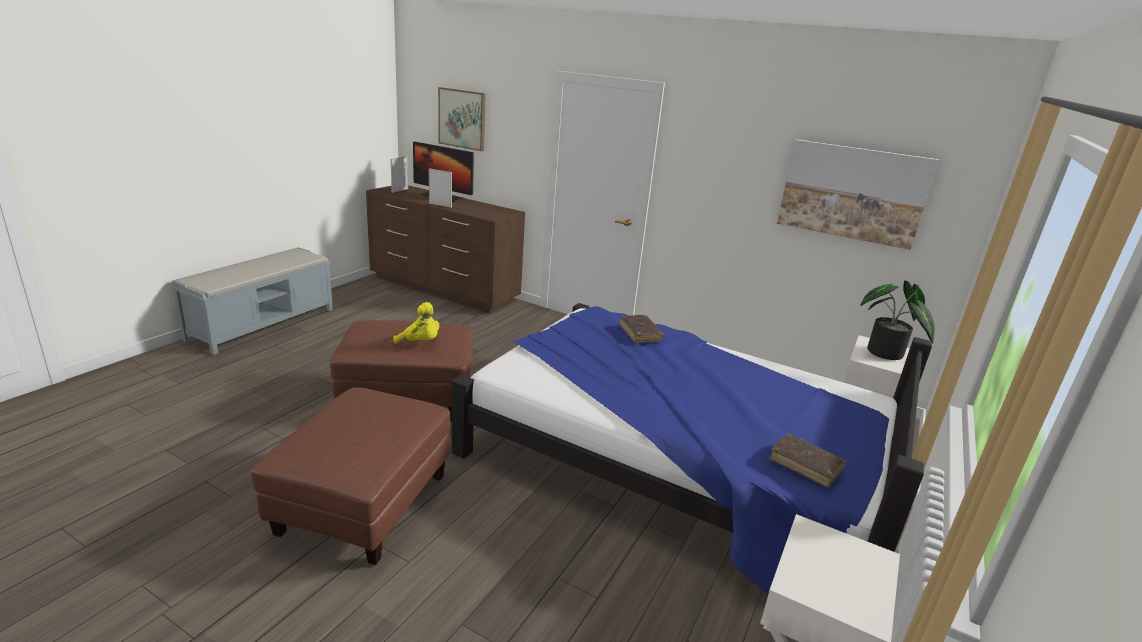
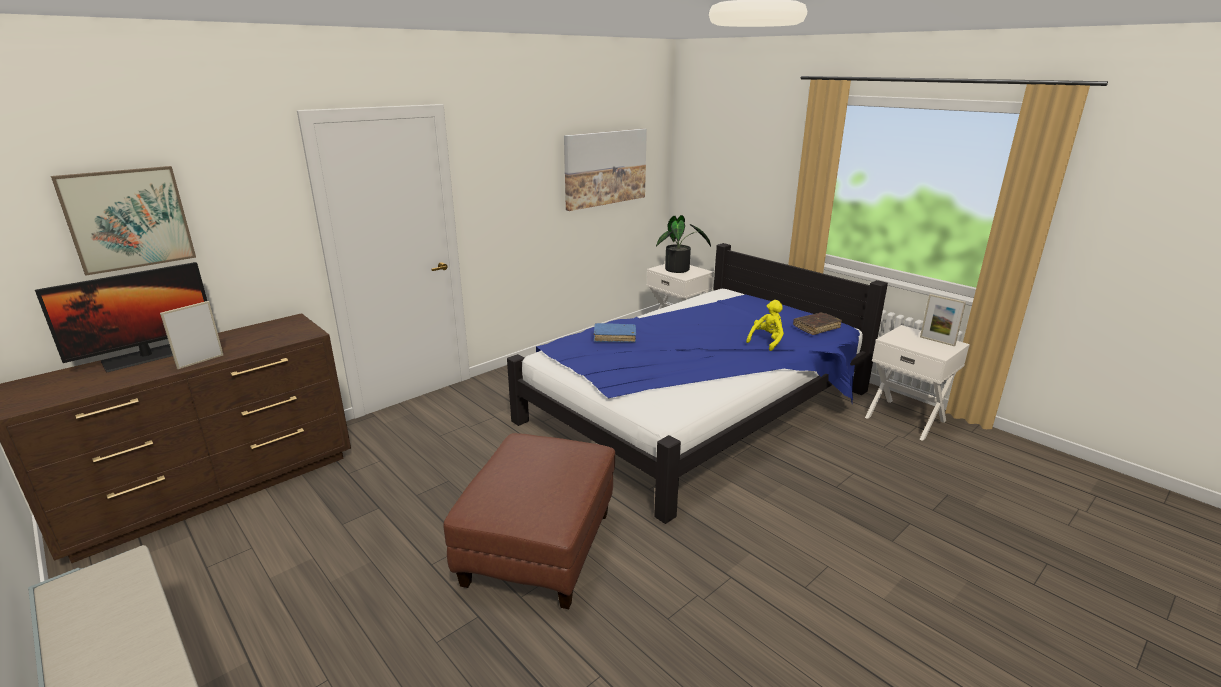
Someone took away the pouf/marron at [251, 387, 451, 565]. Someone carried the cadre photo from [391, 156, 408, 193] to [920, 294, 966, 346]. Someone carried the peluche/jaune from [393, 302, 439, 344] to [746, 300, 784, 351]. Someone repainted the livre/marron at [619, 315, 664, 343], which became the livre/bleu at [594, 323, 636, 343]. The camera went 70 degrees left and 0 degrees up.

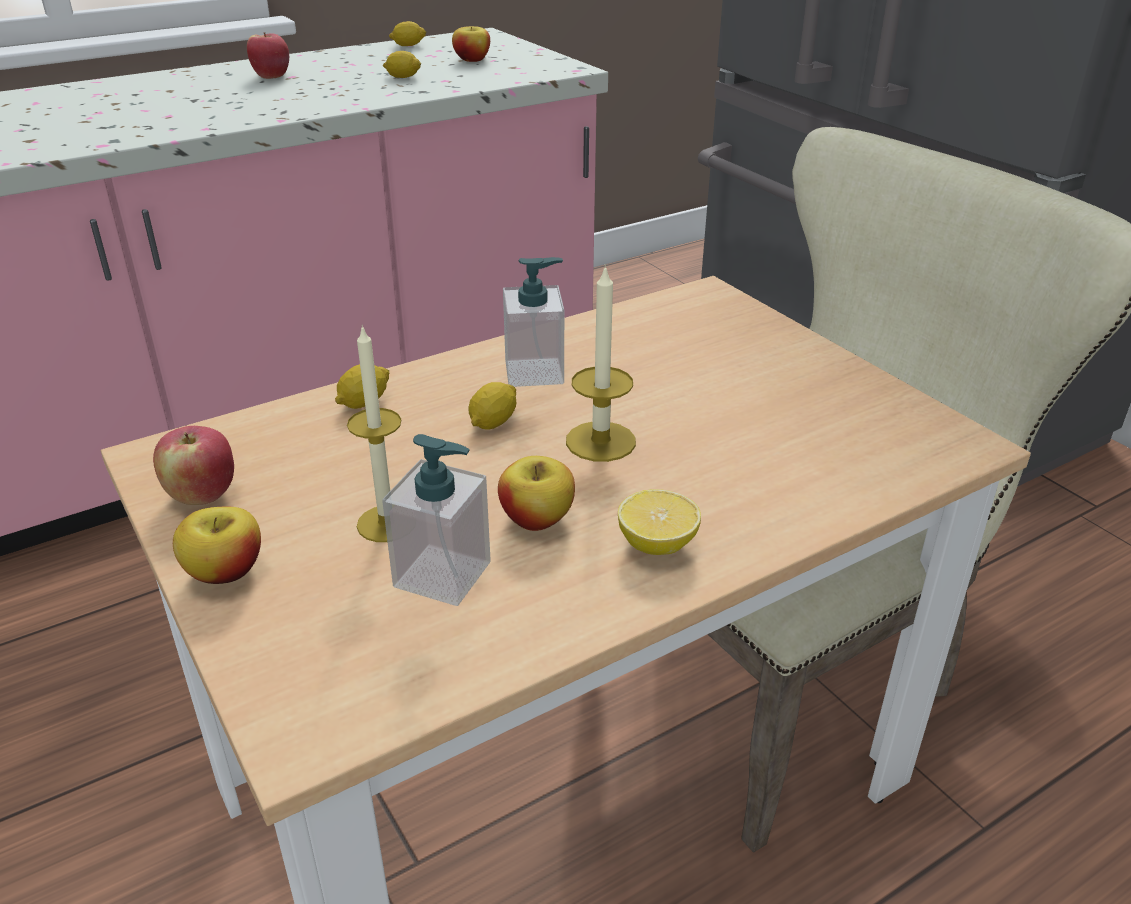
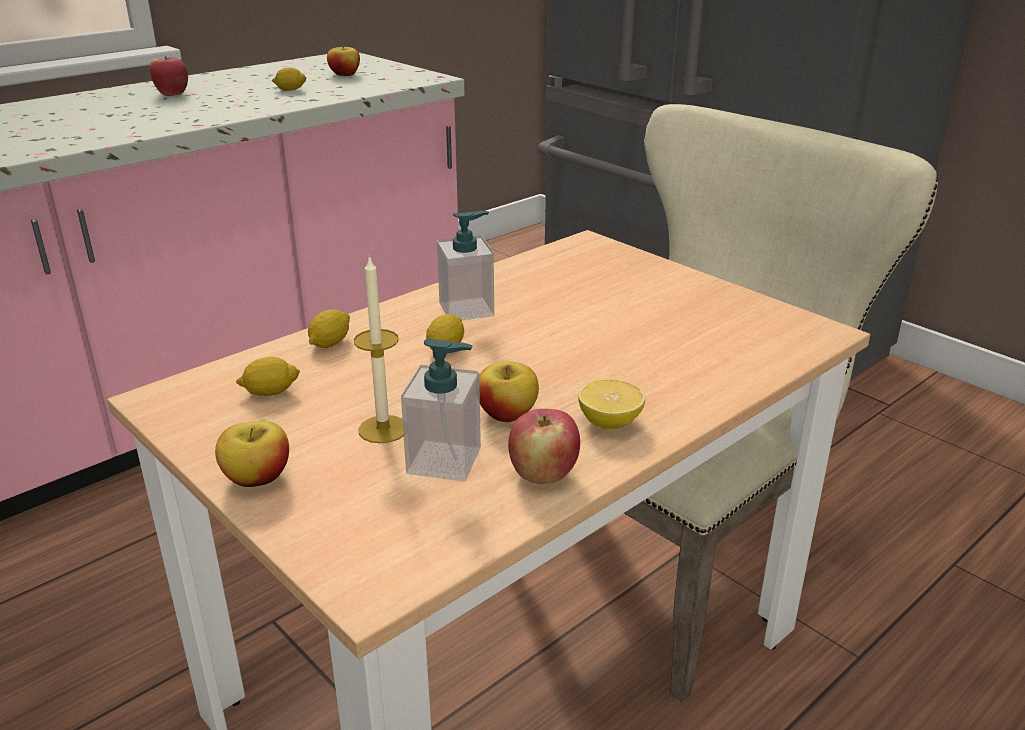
Someone carried the pomme from [153, 426, 234, 505] to [508, 409, 580, 484]. Someone carried the citron from [389, 21, 426, 46] to [236, 357, 300, 396]. Someone took away the bougie at [566, 264, 636, 462]. The camera went 10 degrees left and 5 degrees down.

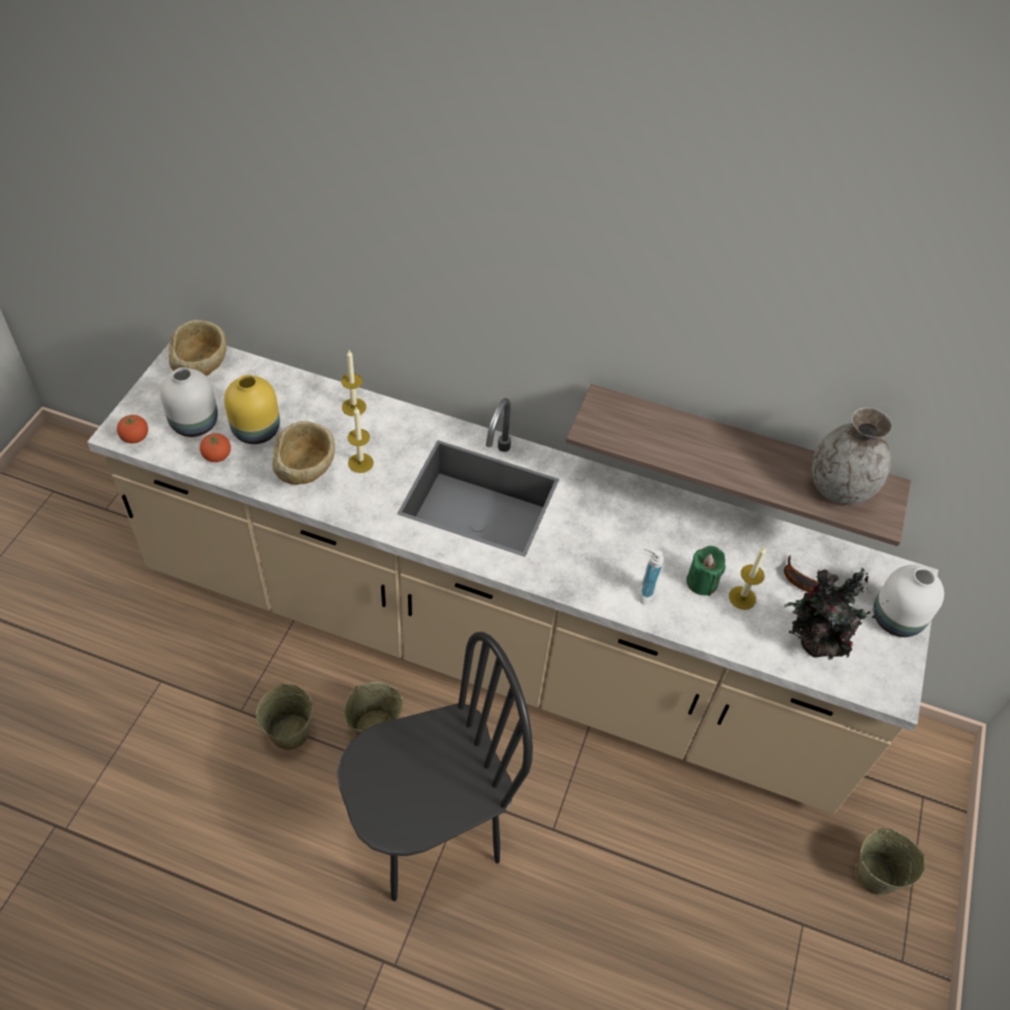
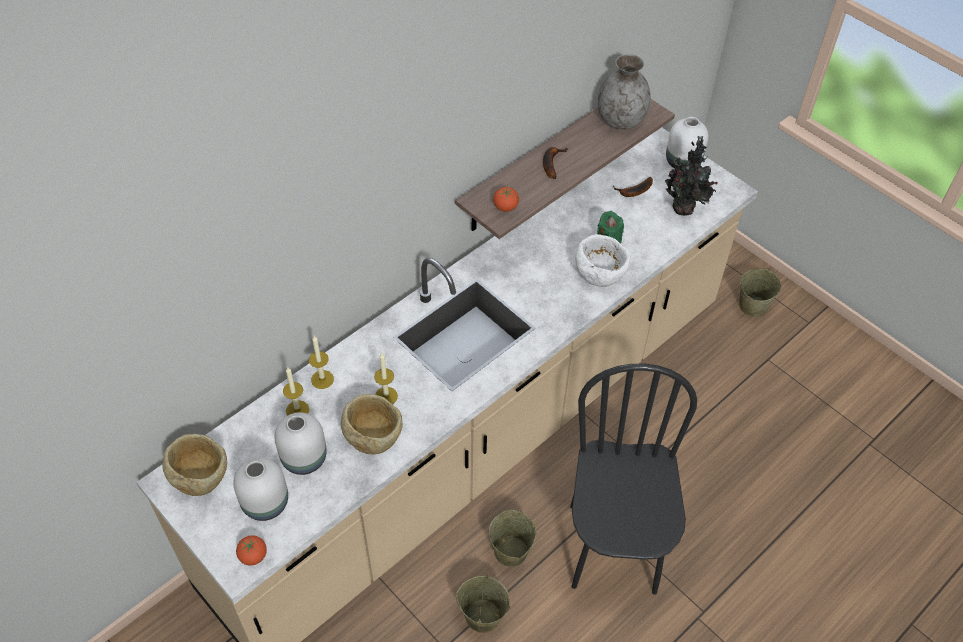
Someone carried the tomate from [200, 433, 231, 462] to [493, 186, 519, 212]. Someone repainted the vase/jaune at [224, 375, 280, 444], which became the vase/blanc at [275, 412, 327, 475]. Someone swapped the distributeur de savon at [639, 548, 664, 605] for the bol/blanc at [575, 234, 631, 287]. Someone carried the bougie from [729, 547, 766, 610] to [283, 367, 309, 416]. Someone put down the banane at [543, 147, 568, 179]. The camera went 60 degrees left and 0 degrees up.

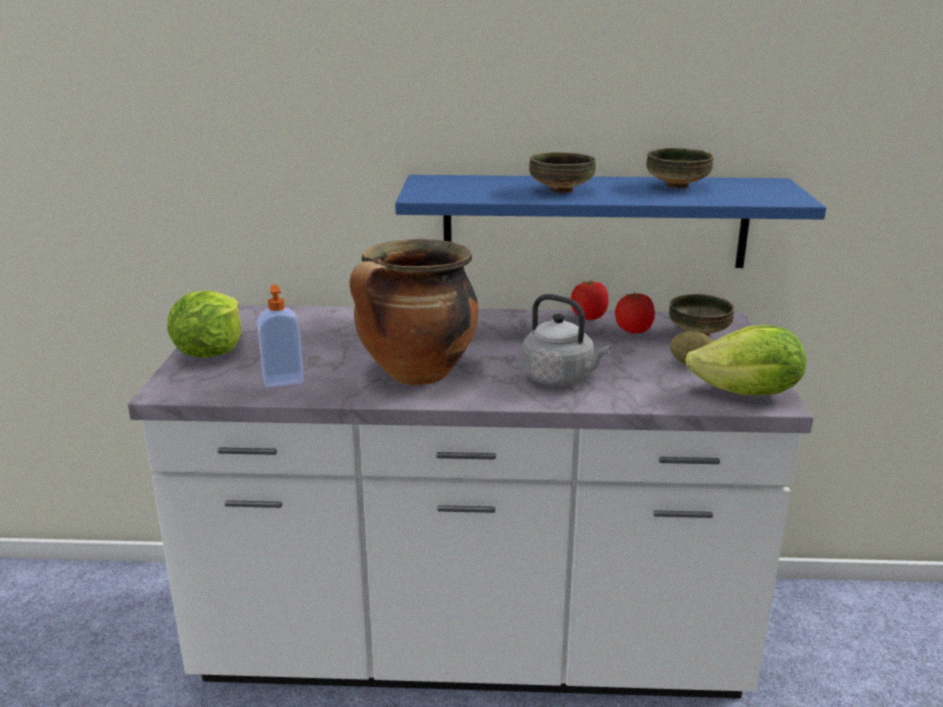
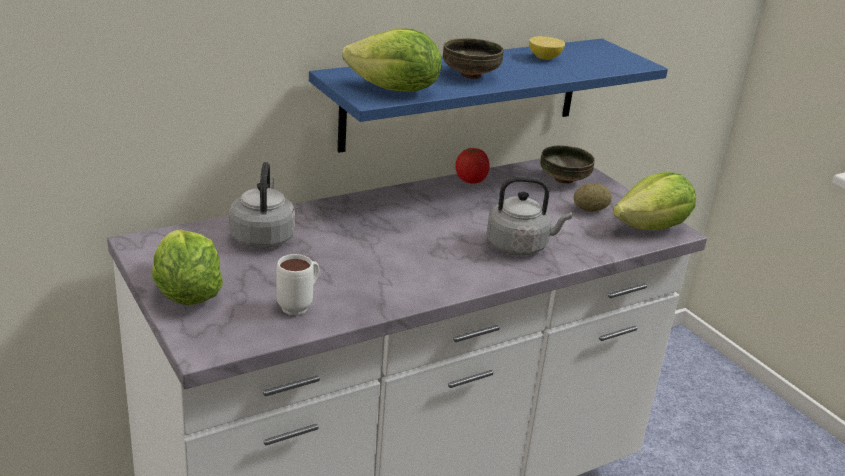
Someone swapped the distributeur de savon at [257, 285, 304, 388] for the mug/blanc at [276, 254, 319, 315]. Someone took away the marmite at [350, 239, 479, 385]. Someone took away the tomate at [615, 292, 655, 333]. Someone swapped the bol at [646, 148, 714, 188] for the citron at [529, 36, 565, 60]. Someone put down the bouilloire/gris at [229, 162, 295, 248]. Someone put down the laitue at [342, 28, 442, 92]. The camera went 35 degrees left and 5 degrees up.

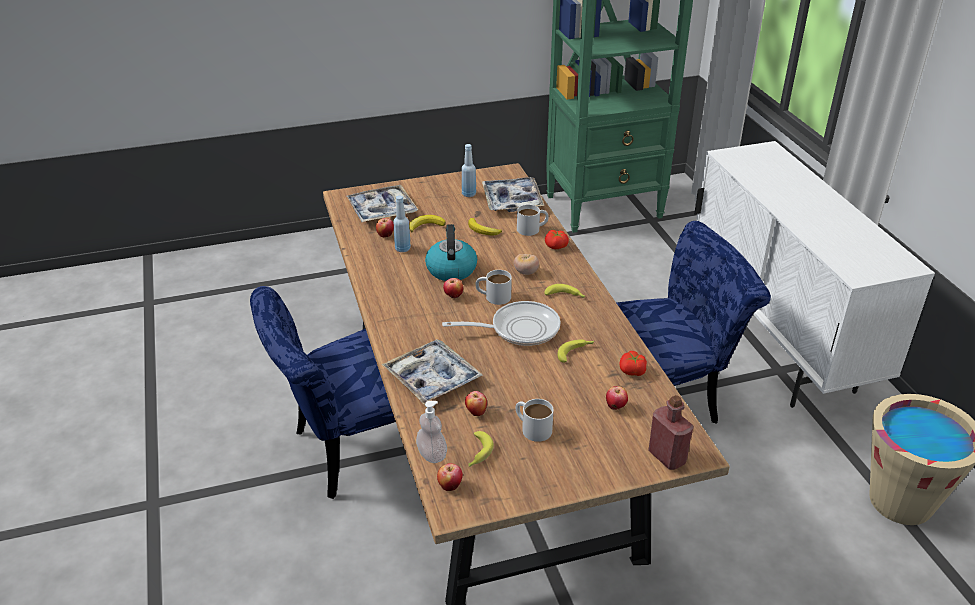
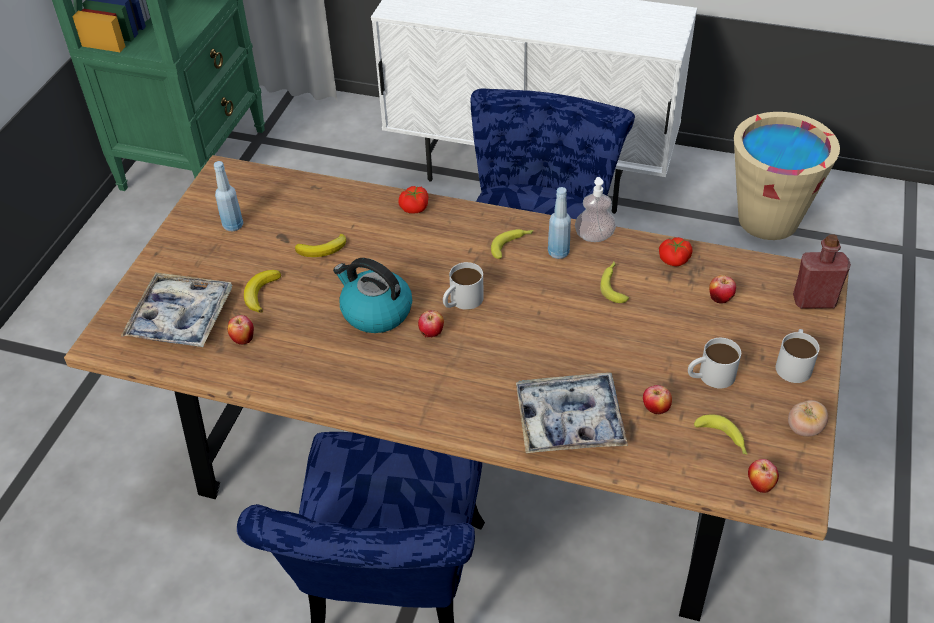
Someone carried the bouteille/bleu from [393, 196, 411, 252] to [548, 187, 571, 259]. Someone carried the distributeur de savon from [416, 401, 447, 463] to [575, 177, 616, 242]. Someone took away the poêle at [442, 301, 561, 346]. Someone took away the plateau at [482, 177, 544, 212]. Someone carried the tomate from [514, 254, 539, 275] to [788, 400, 828, 437]. Someone carried the mug/blanc from [517, 204, 549, 236] to [776, 329, 820, 383]. The camera went 55 degrees left and 10 degrees up.

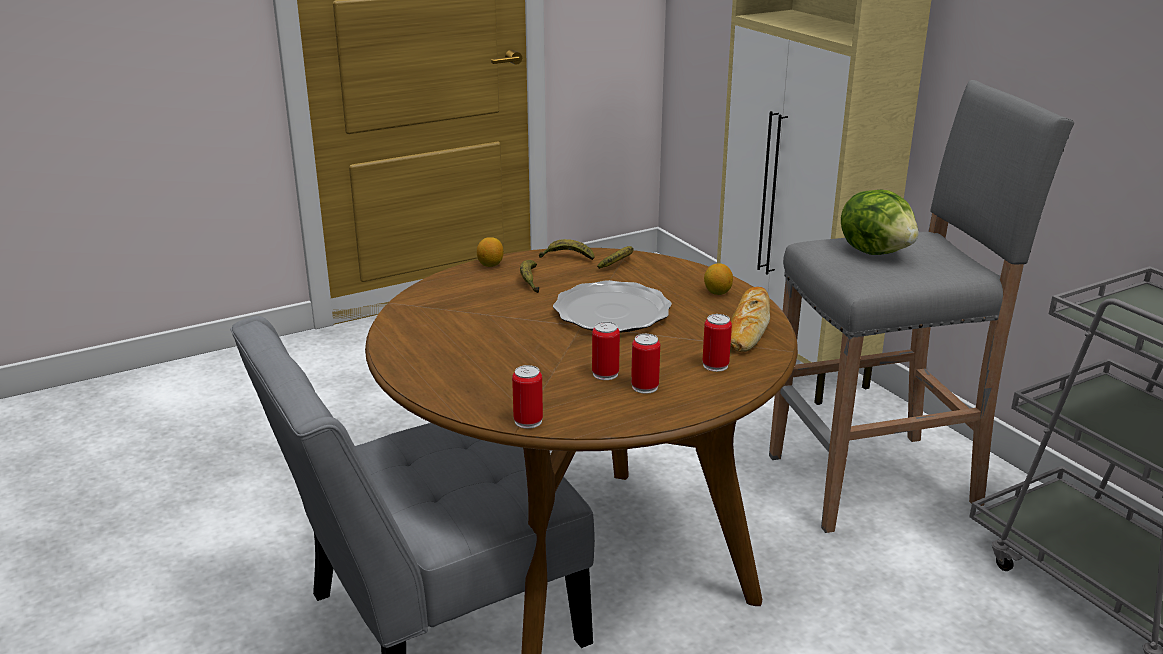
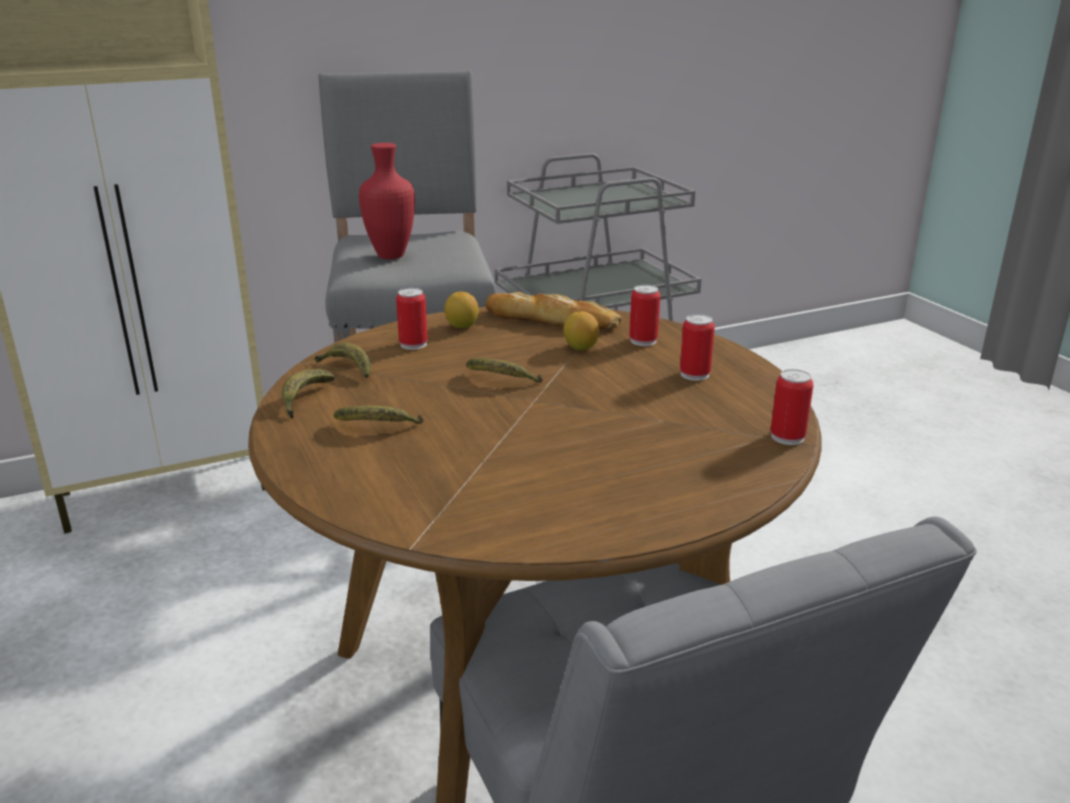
Someone carried the citron from [477, 237, 504, 267] to [564, 311, 599, 350]. Someone swapped the assiette at [553, 280, 672, 333] for the banane at [466, 358, 543, 383]. Someone carried the boîte métallique from [592, 322, 620, 380] to [396, 288, 428, 350]. Someone swapped the laitue at [841, 190, 918, 255] for the vase/rouge at [359, 143, 415, 259]. The camera went 85 degrees left and 0 degrees up.

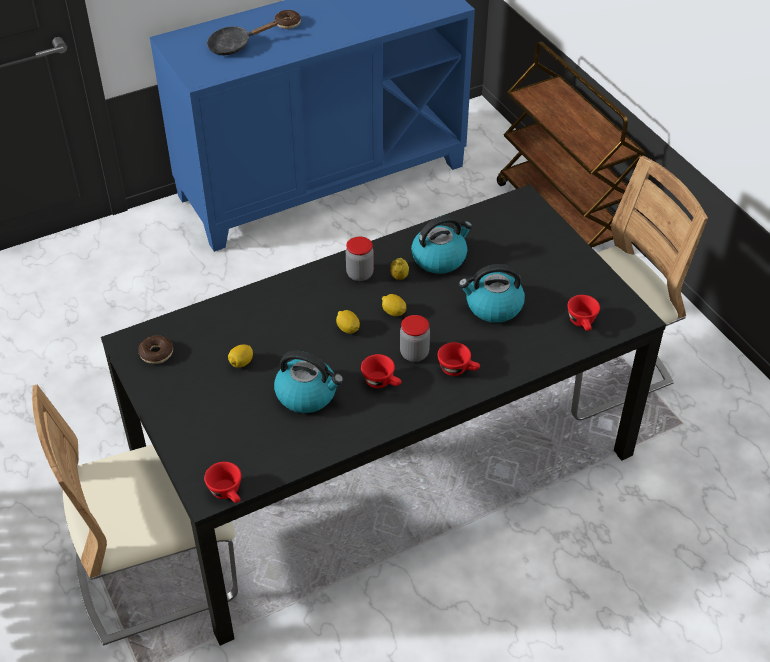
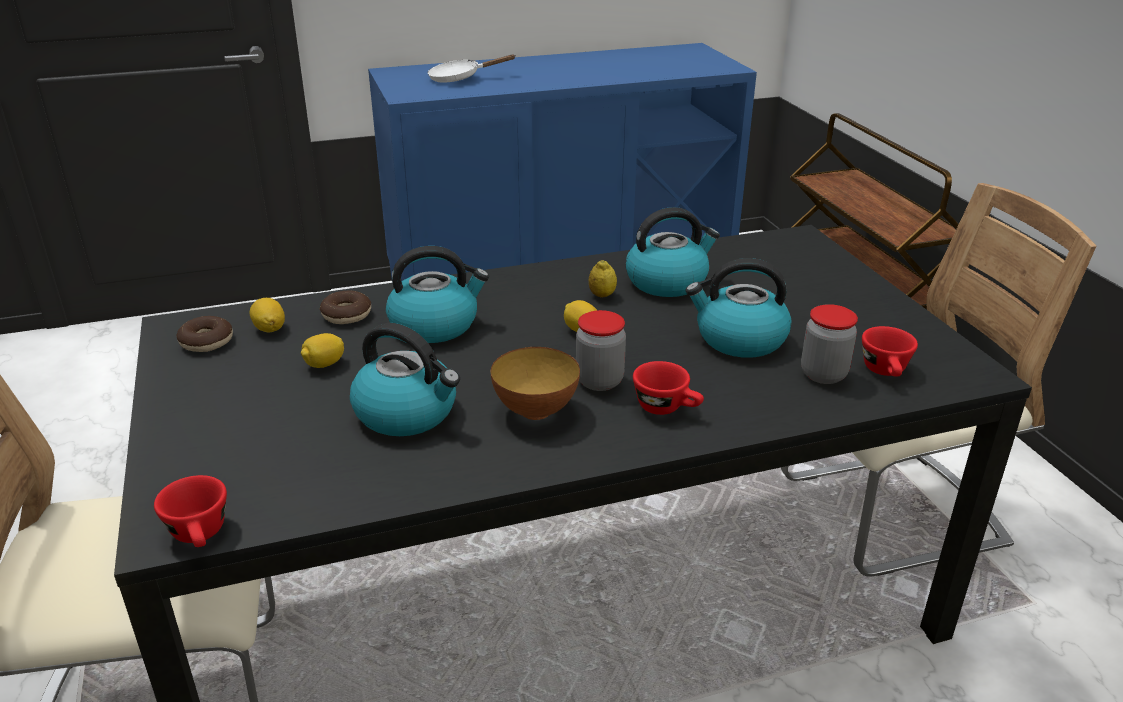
Someone repainted the poêle/noir at [207, 21, 278, 55], which became the poêle/blanc at [427, 54, 515, 83]. Someone carried the beignet from [274, 10, 301, 29] to [320, 291, 371, 324]. Someone carried the citron from [336, 310, 360, 333] to [250, 298, 285, 332]. Someone carried the bocal from [346, 236, 374, 281] to [801, 304, 858, 384]. Someone swapped the tasse/rouge at [361, 354, 402, 388] for the bol at [491, 347, 580, 420]. Someone put down the bouilloire at [386, 246, 489, 343]. The camera went 10 degrees right and 15 degrees down.

